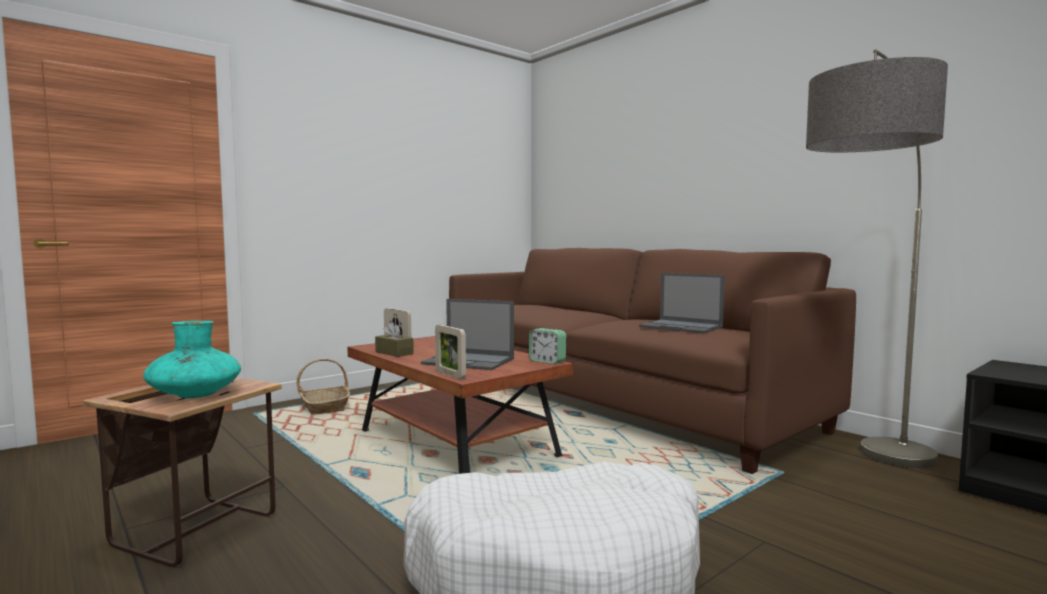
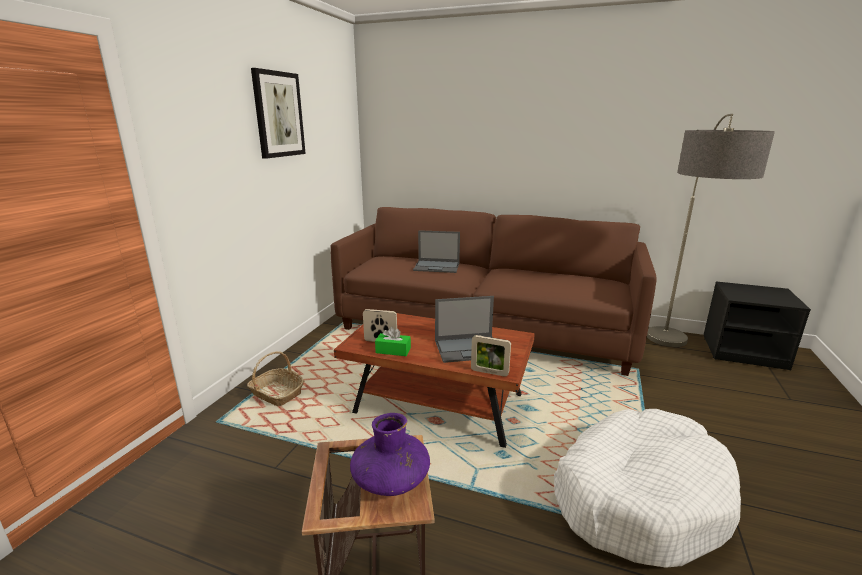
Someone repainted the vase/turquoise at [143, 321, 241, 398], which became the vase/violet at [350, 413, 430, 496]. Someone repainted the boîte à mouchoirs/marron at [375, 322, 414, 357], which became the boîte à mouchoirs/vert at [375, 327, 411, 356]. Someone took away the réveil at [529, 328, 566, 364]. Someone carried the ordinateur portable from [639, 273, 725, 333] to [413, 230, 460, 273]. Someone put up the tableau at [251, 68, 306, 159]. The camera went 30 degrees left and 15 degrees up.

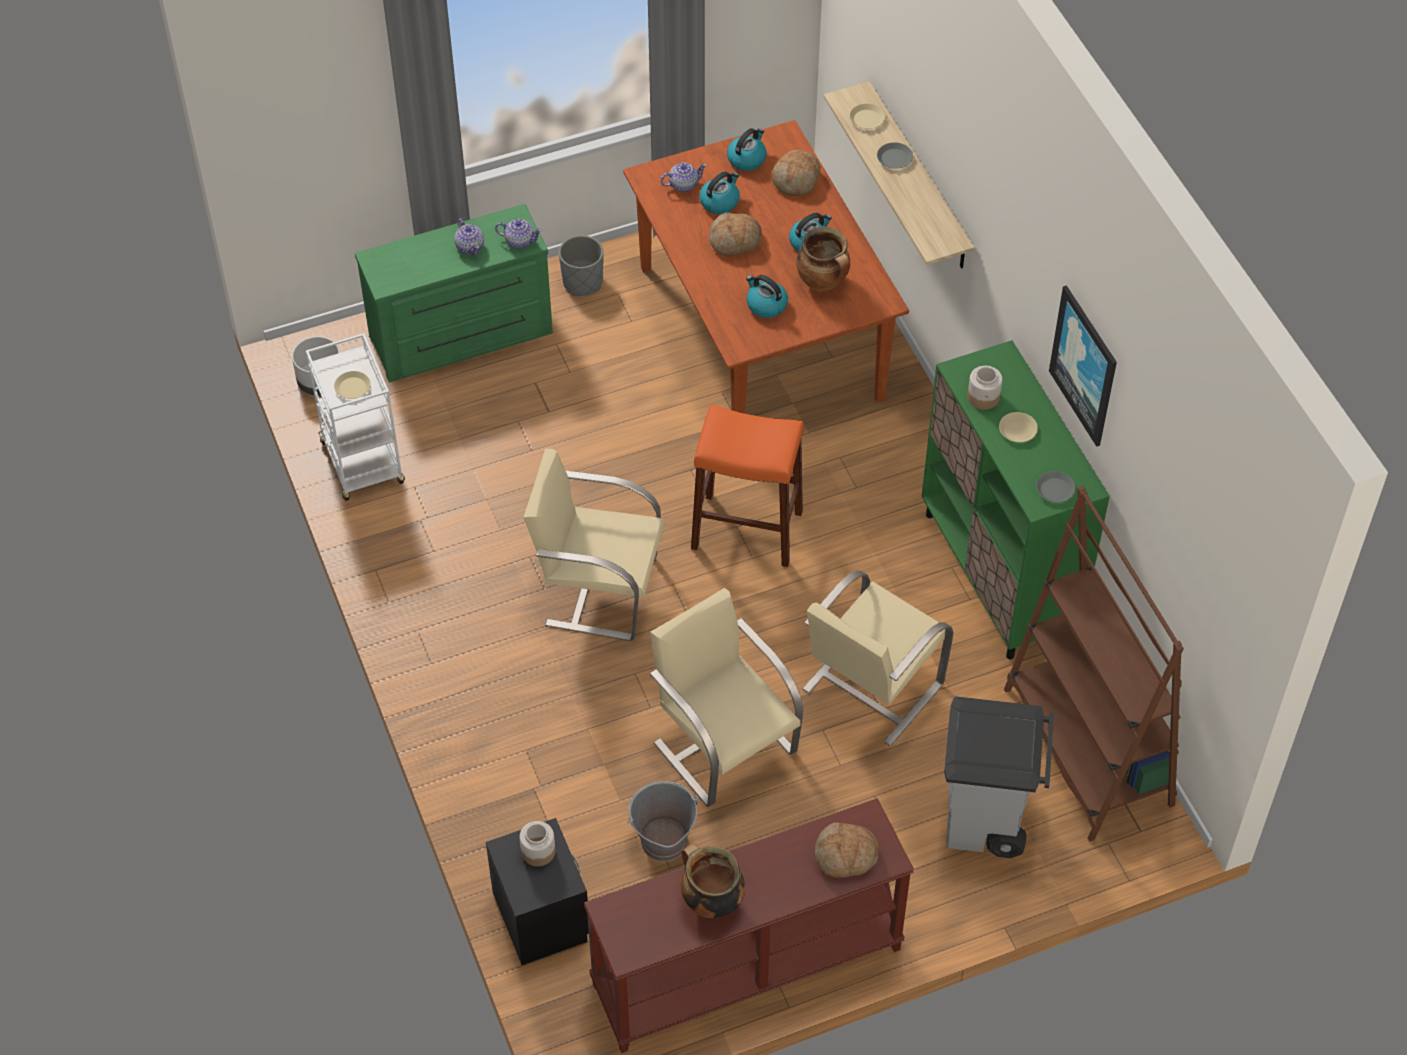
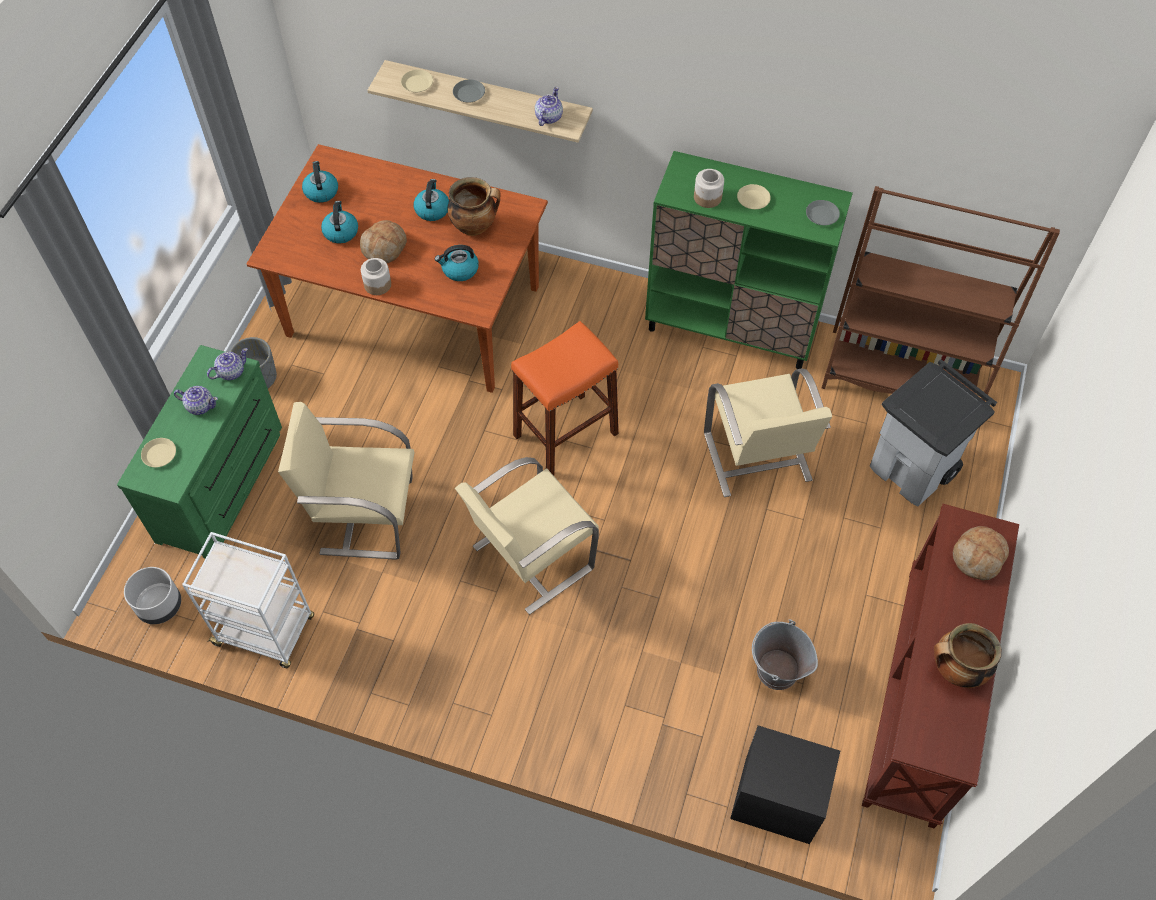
Someone carried the assiette/beige from [334, 371, 371, 399] to [141, 438, 176, 467]. Someone carried the bocal from [519, 821, 555, 866] to [361, 258, 391, 295]. Someone carried the chaise/beige from [650, 588, 803, 807] to [278, 402, 415, 560]. Someone carried the théière from [660, 162, 707, 192] to [535, 87, 563, 126]. Someone took away the pain at [772, 150, 820, 196]. Someone took away the tableau at [1049, 285, 1117, 447]. The camera went 50 degrees left and 5 degrees up.

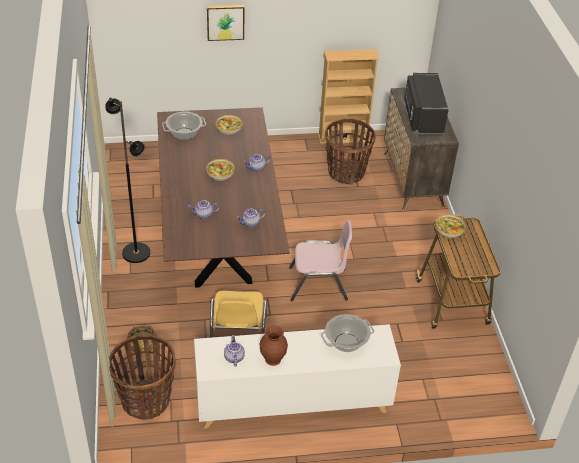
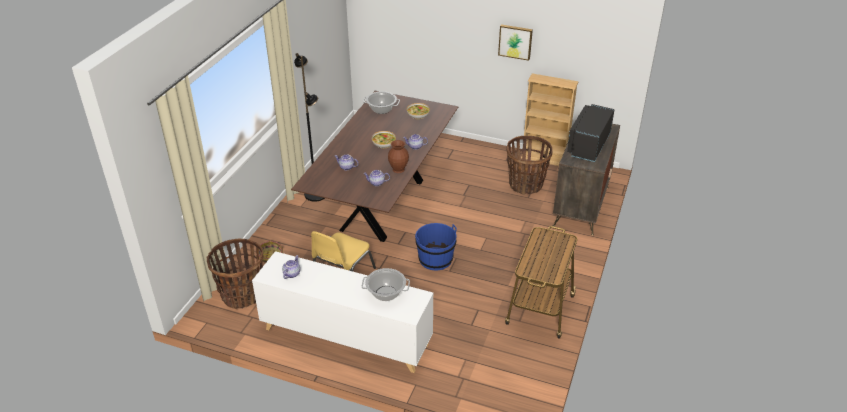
Someone carried the tableau from [207, 5, 244, 41] to [498, 24, 533, 61]. Someone carried the vase/marron from [260, 325, 288, 366] to [388, 140, 409, 173]. Someone swapped the chaise/rose at [289, 220, 352, 301] for the seau/bleu at [415, 223, 457, 270]. Someone took away the bol at [436, 214, 466, 238]. The camera went 30 degrees right and 5 degrees down.

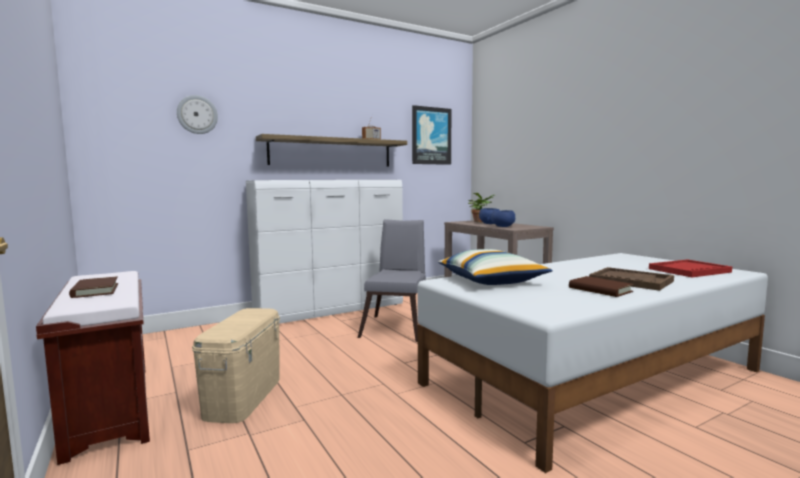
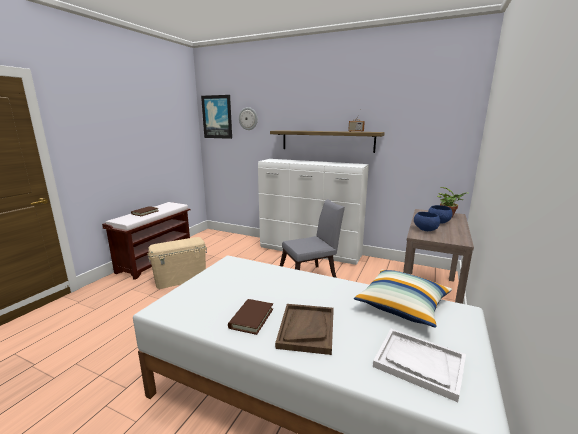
Someone carried the tableau from [412, 105, 451, 165] to [201, 95, 232, 139]. Someone carried the coussin from [438, 249, 553, 285] to [354, 270, 452, 328]. Someone repainted the plateau/rouge at [649, 259, 732, 277], which became the plateau/blanc at [373, 329, 466, 402]. The camera went 55 degrees right and 10 degrees up.

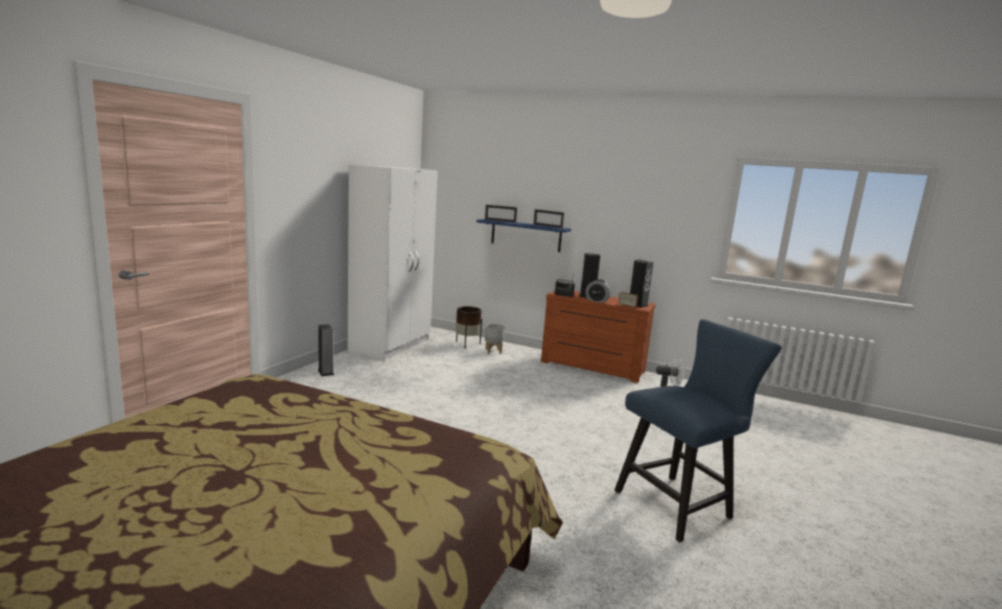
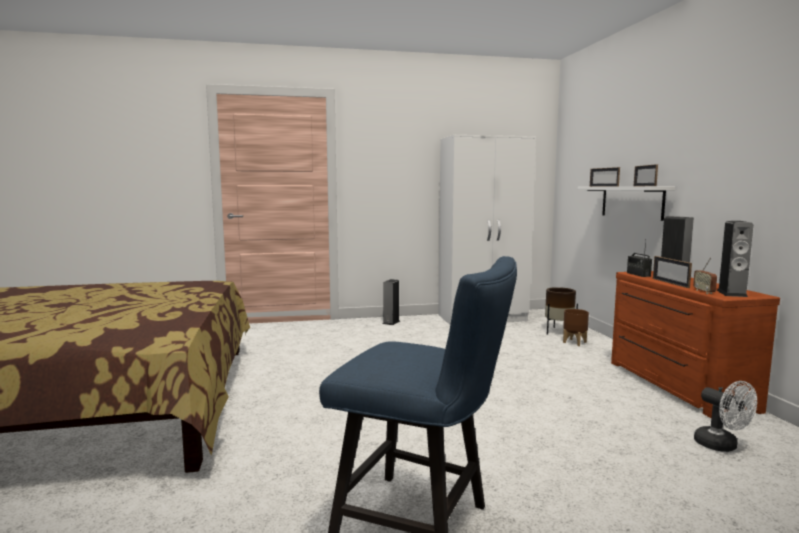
Someone repainted the étagère/bleu at [476, 219, 571, 252], which became the étagère/blanc at [577, 187, 675, 221]. Someone repainted the cache-pot/gris at [485, 324, 505, 354], which became the cache-pot/marron at [563, 309, 589, 346]. Someone swapped the réveil at [586, 279, 611, 303] for the cadre photo at [653, 256, 692, 288]. The camera went 55 degrees right and 5 degrees down.

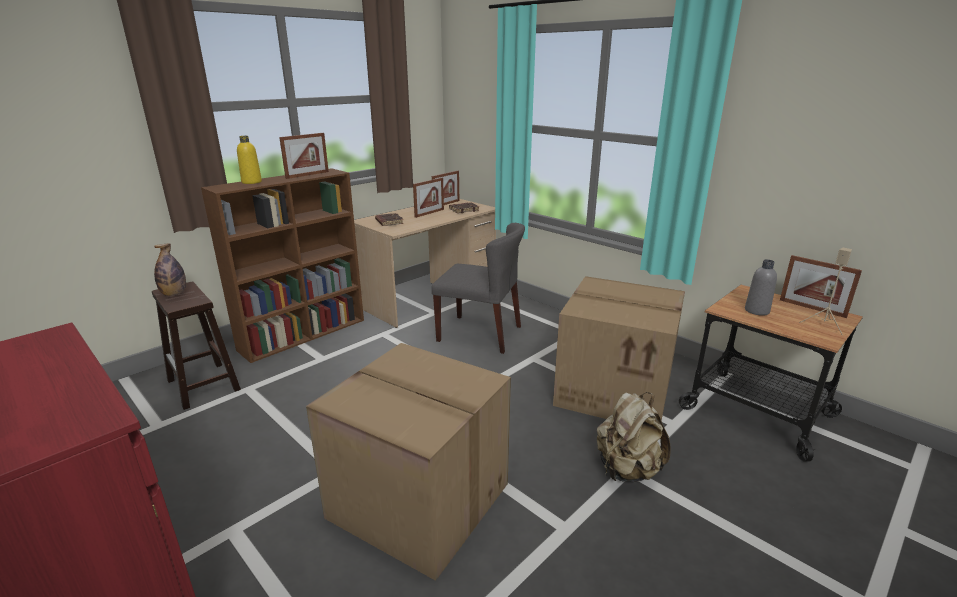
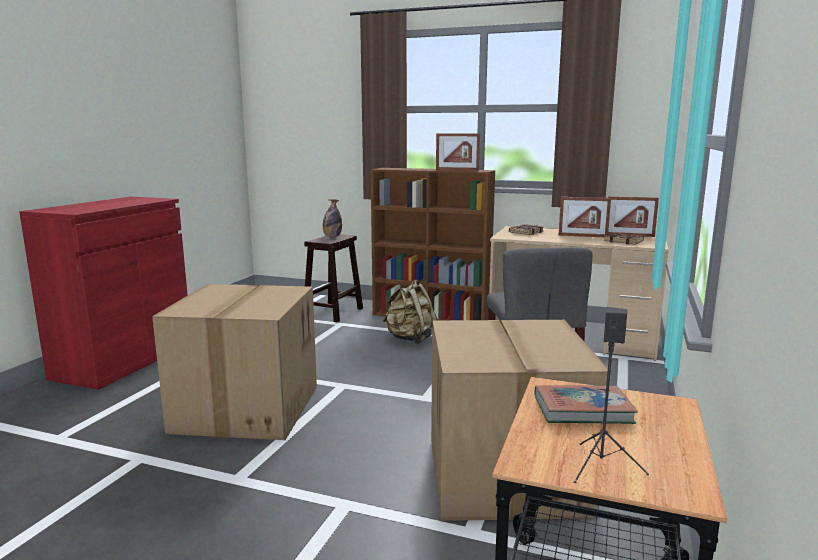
Someone took away the bouteille/jaune at [237, 136, 262, 184]. Someone carried the sac à dos/beige from [597, 392, 671, 482] to [383, 280, 437, 344]. Someone swapped the bouteille/gris at [745, 259, 777, 316] for the livre at [534, 385, 638, 424]. Someone took away the cadre photo at [780, 255, 862, 318]. Someone repainted the enceinte/beige at [799, 248, 852, 335], which became the enceinte/noir at [574, 307, 649, 483]. The camera went 65 degrees right and 10 degrees down.

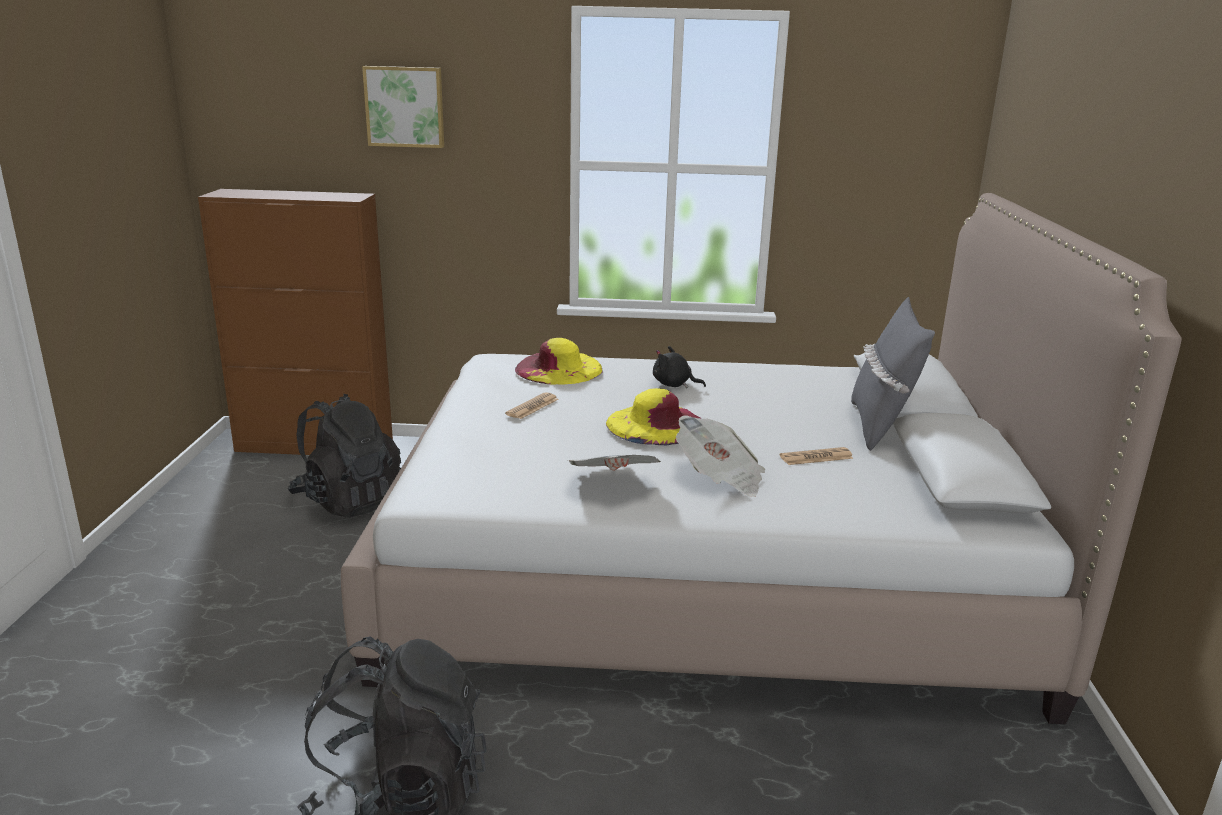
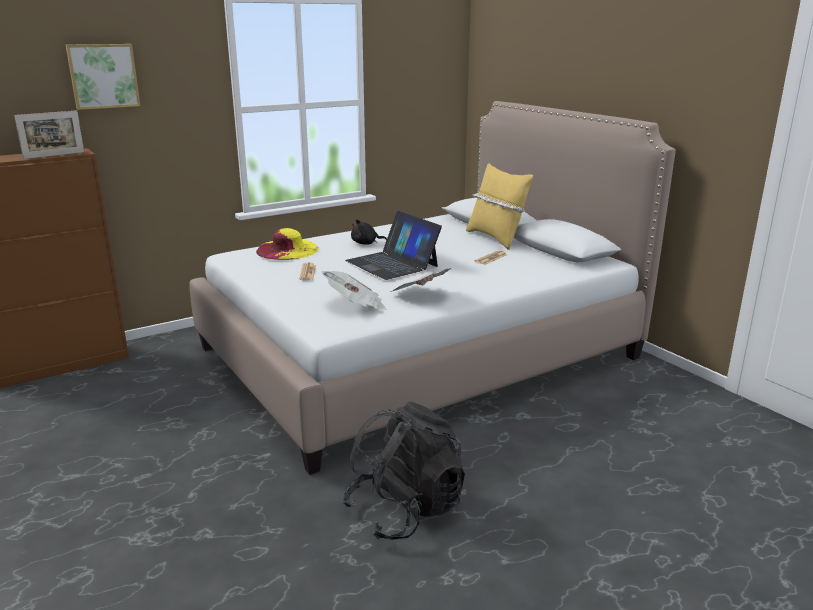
Someone took away the sac à dos/noir at [288, 394, 401, 518]. Someone swapped the chapeau/jaune at [606, 388, 701, 445] for the ordinateur portable at [345, 211, 442, 280]. Someone carried the journal from [676, 415, 765, 497] to [322, 271, 387, 310]. Someone repainted the coussin/gris at [851, 297, 935, 451], which became the coussin/jaune at [466, 163, 533, 250]. Someone put down the cadre photo at [14, 110, 84, 159]. The camera went 35 degrees left and 0 degrees up.

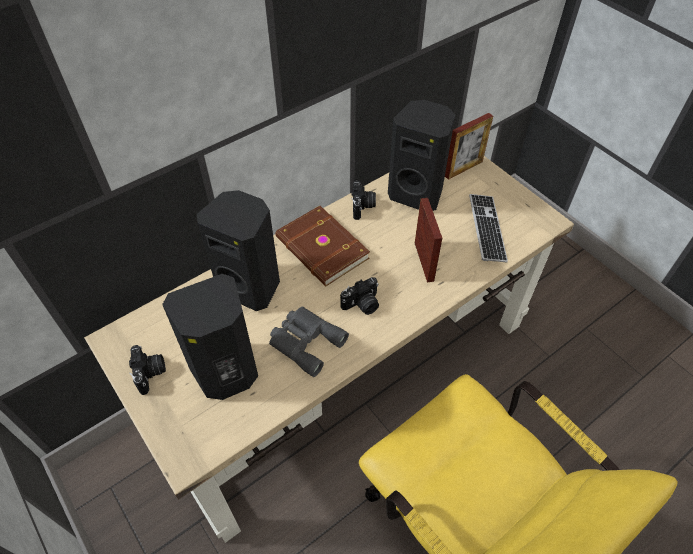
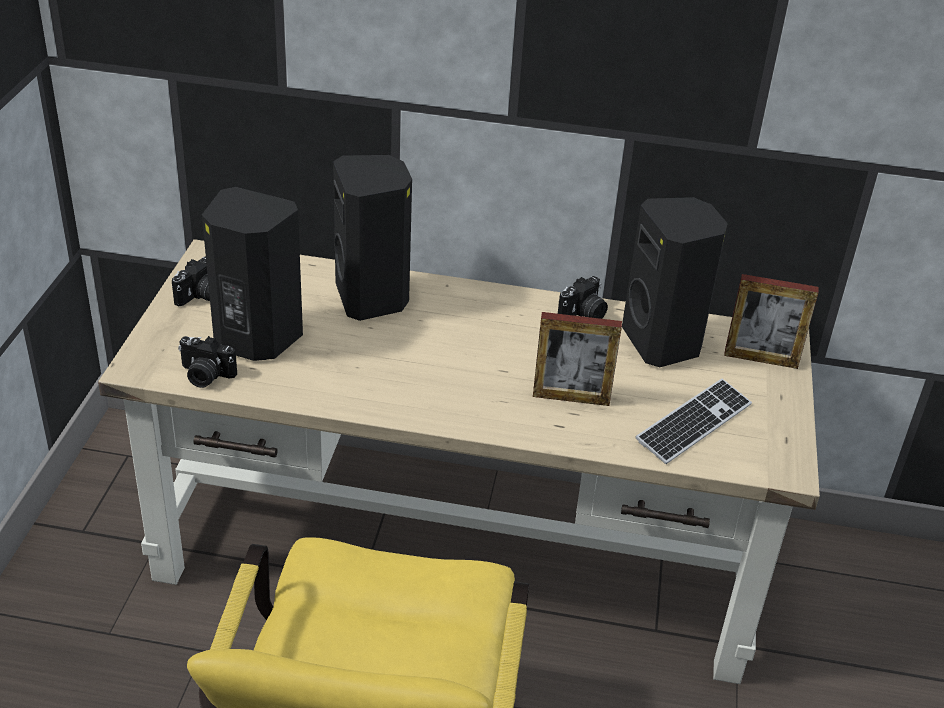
Someone took away the jumelles/gris at [269, 306, 349, 377]. Someone took away the livre/marron at [275, 206, 370, 286]. Someone carried the appareil photo from [340, 277, 379, 315] to [178, 336, 237, 388]. Someone rotated the cadre photo at [415, 198, 442, 283] by 60 degrees clockwise. The camera went 45 degrees right and 15 degrees down.

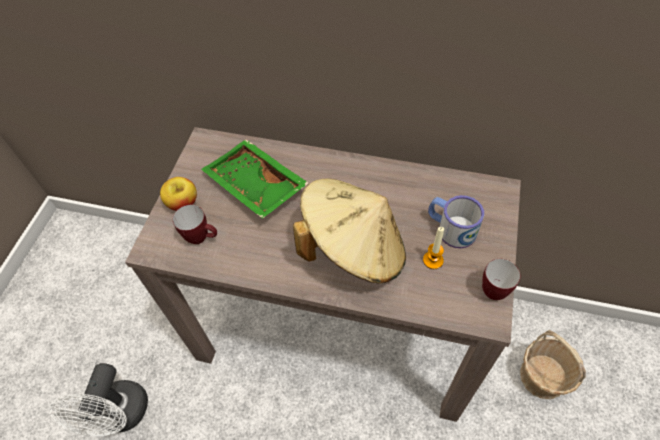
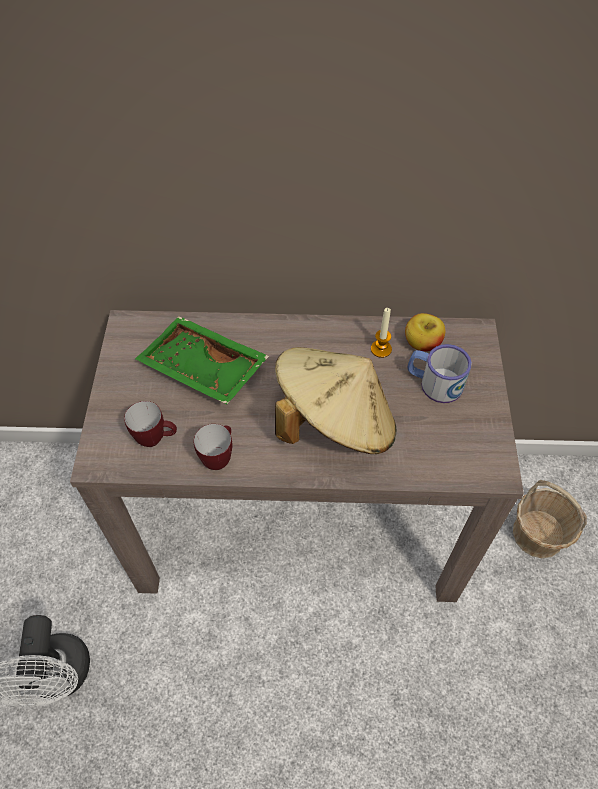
Someone carried the pomme from [160, 177, 197, 211] to [405, 313, 445, 352]. Someone carried the bougie from [423, 227, 444, 269] to [371, 308, 392, 358]. Someone carried the mug from [482, 259, 520, 300] to [194, 424, 232, 470]. The camera went 15 degrees left and 0 degrees up.

